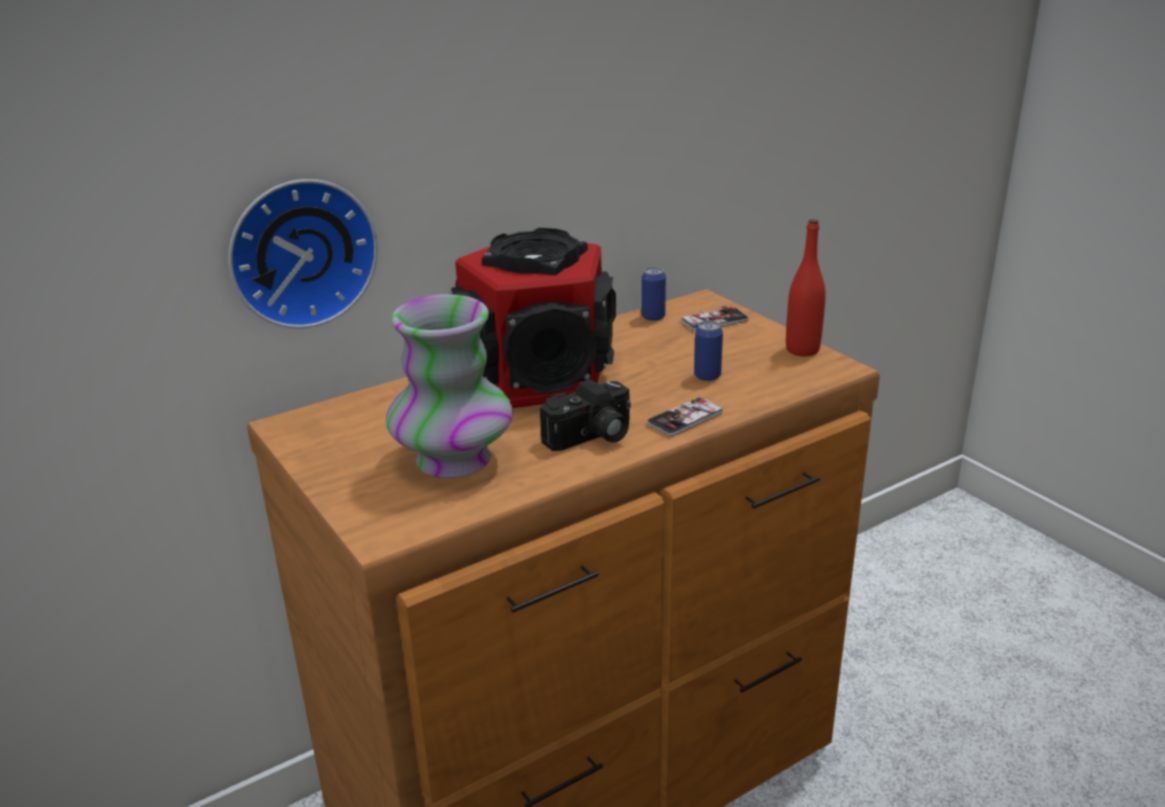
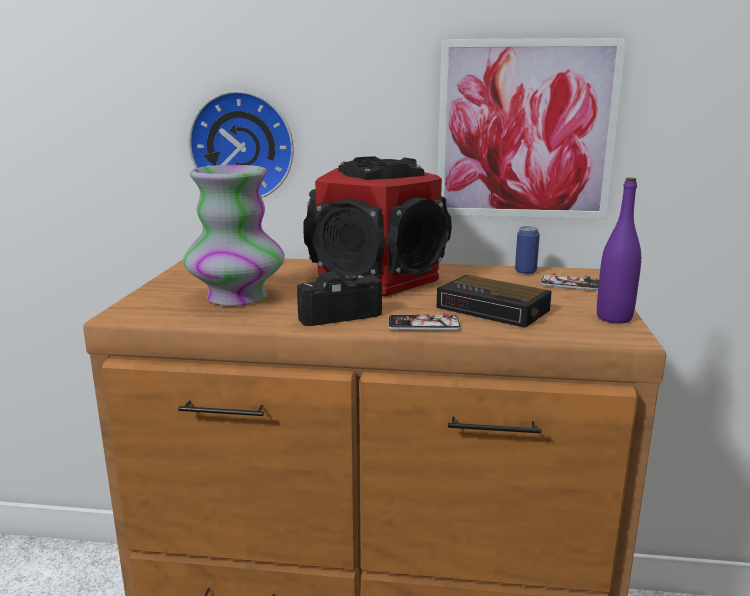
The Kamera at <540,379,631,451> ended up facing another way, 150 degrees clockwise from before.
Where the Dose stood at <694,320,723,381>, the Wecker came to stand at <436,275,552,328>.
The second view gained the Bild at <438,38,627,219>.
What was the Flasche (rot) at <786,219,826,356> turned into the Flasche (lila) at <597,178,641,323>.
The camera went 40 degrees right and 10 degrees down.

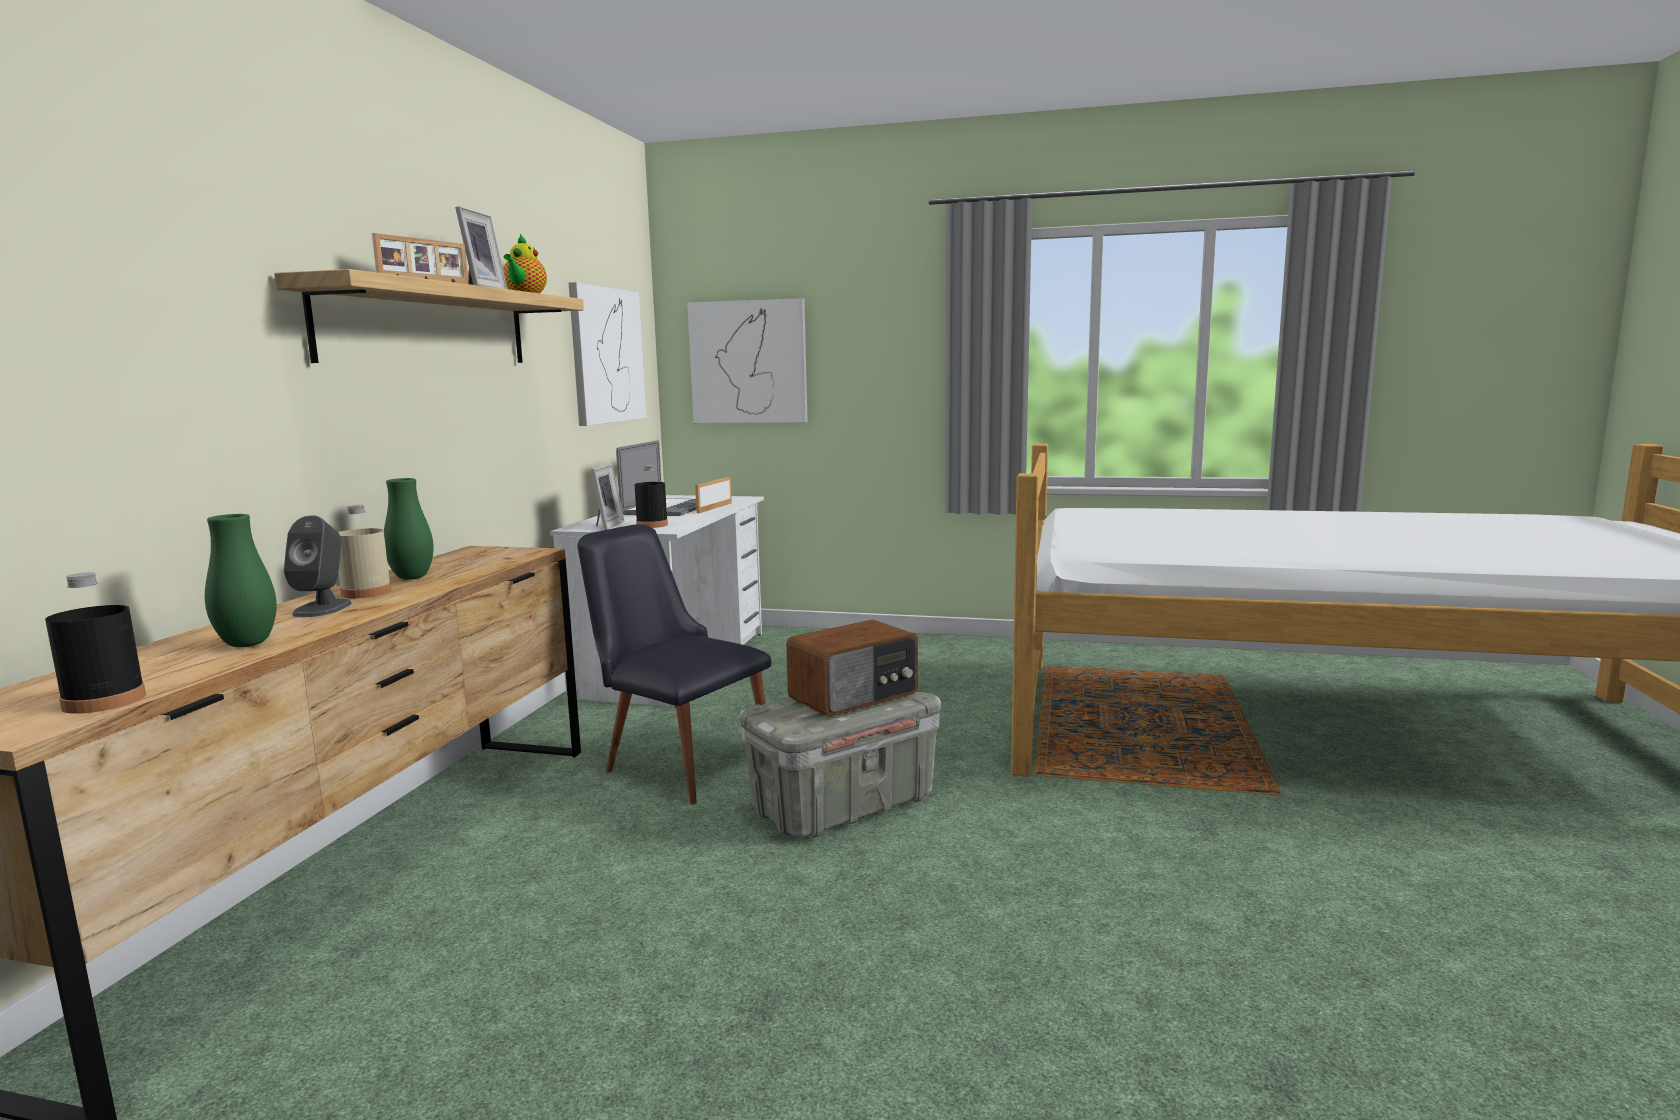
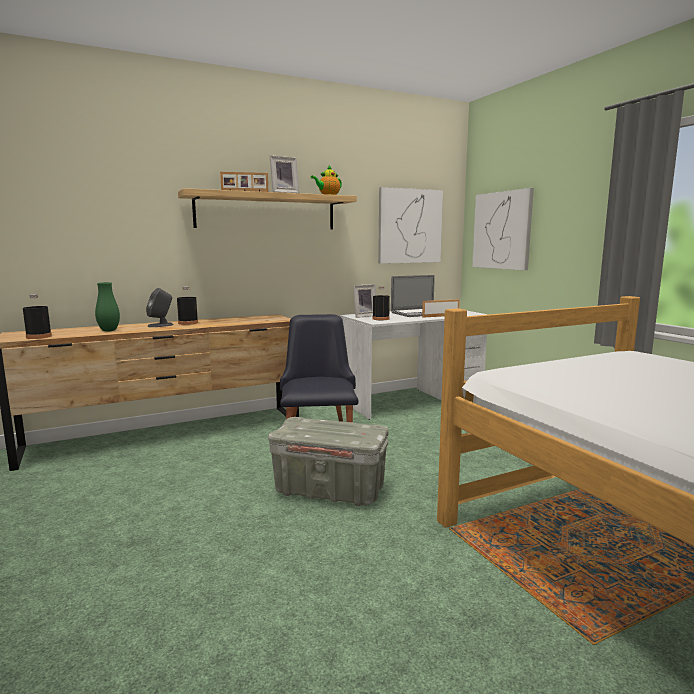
What was the Flasche (beige) at <338,505,392,598> turned into the Flasche (schwarz) at <177,286,198,325>.
The second view lost the Vase (grün) at <384,478,434,580>.
The second view lost the Radio at <786,620,918,717>.
The camera went 50 degrees right and 0 degrees up.

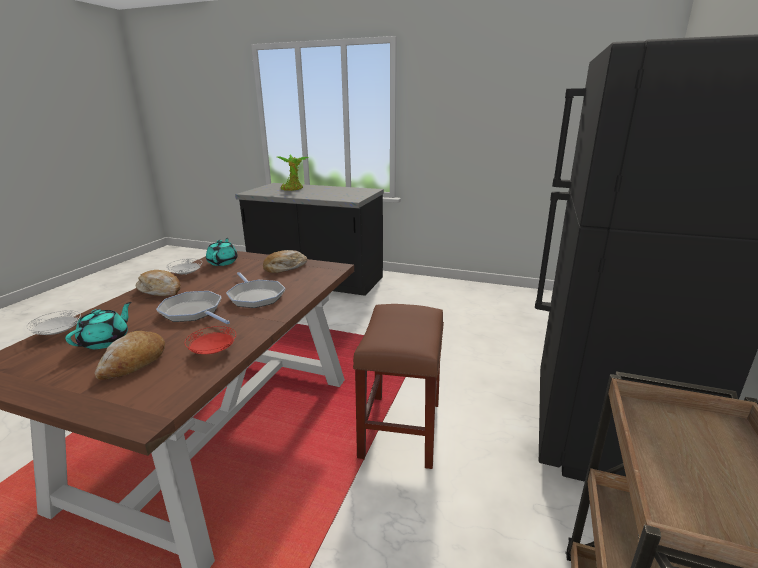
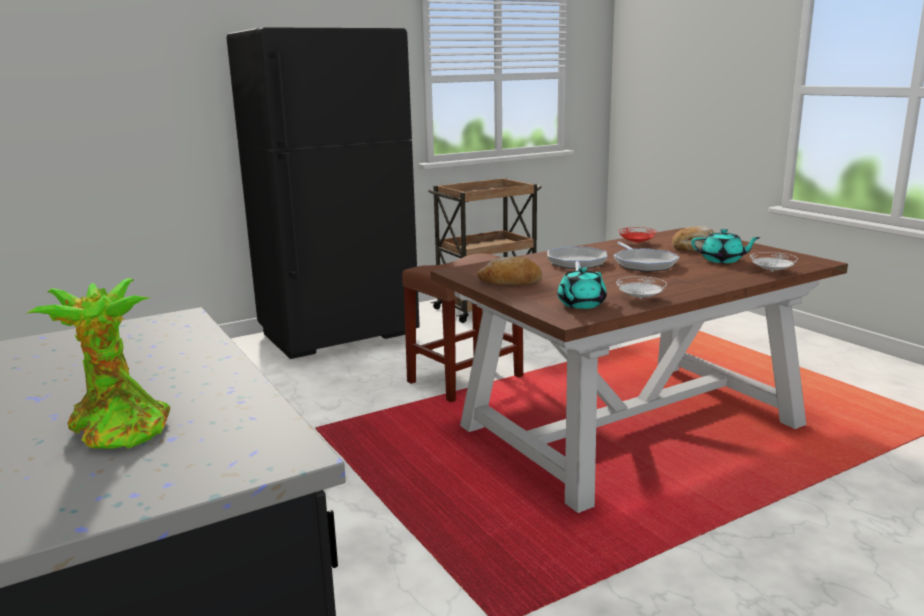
The Teekanne (türkis) at <65,302,131,349> ended up facing another way, 135 degrees counterclockwise from before.
The second view lost the Brot at <136,270,181,296>.
The camera went 140 degrees left and 5 degrees down.

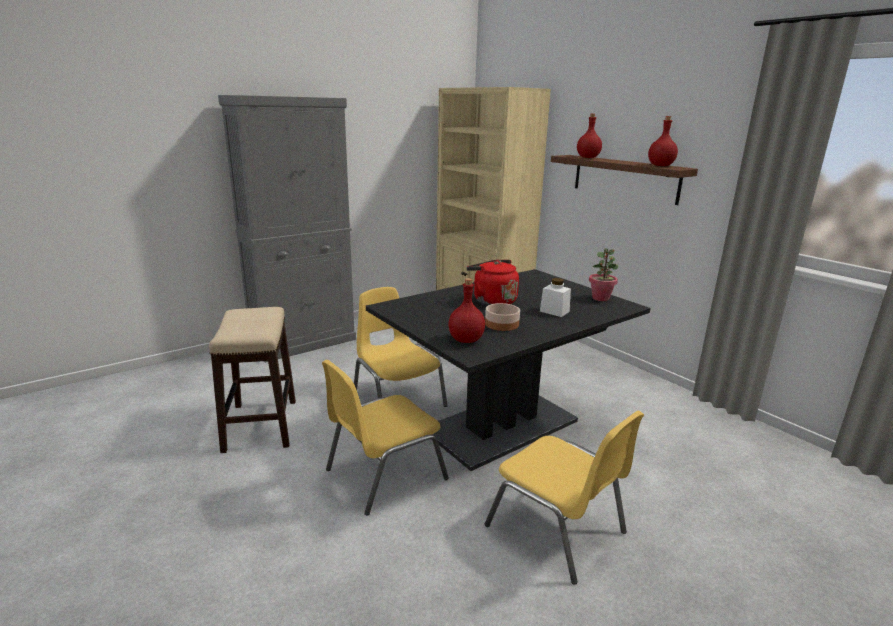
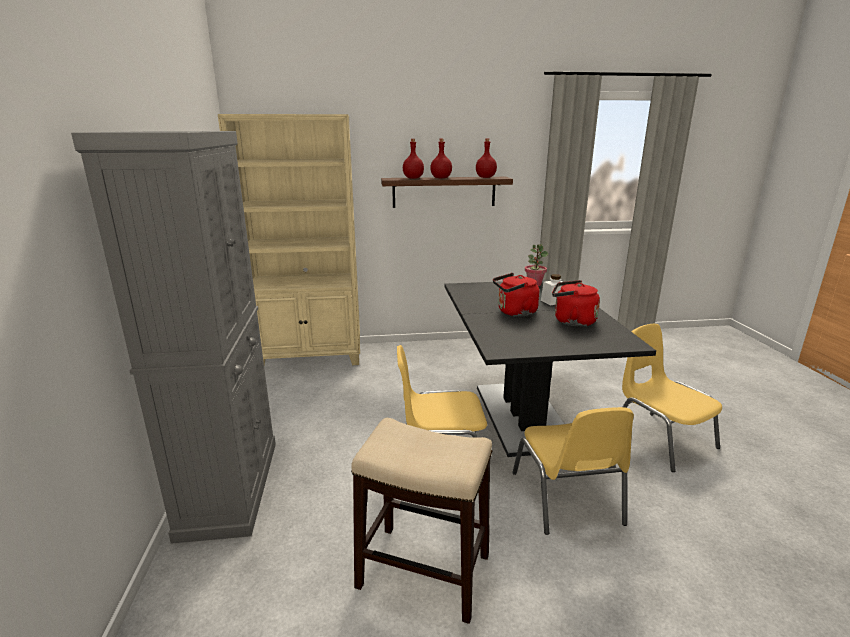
The Flasche (rot) ended up elsewhere, having gone from <448,278,485,343> to <430,139,452,178>.
Where the Schüssel stood at <485,303,520,331>, the Wasserkessel (rot) came to stand at <552,280,600,327>.
The Stuhl (gelb) at <485,411,644,585> ended up facing another way, 105 degrees counterclockwise from before.
The camera went 60 degrees left and 0 degrees up.

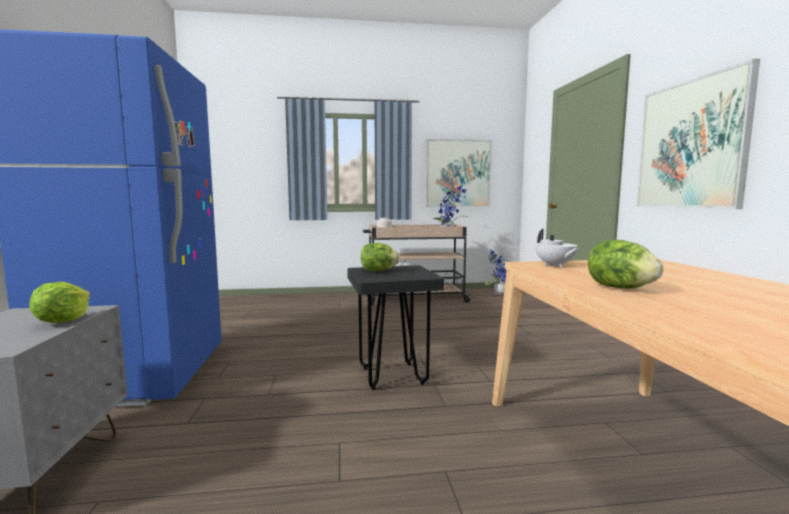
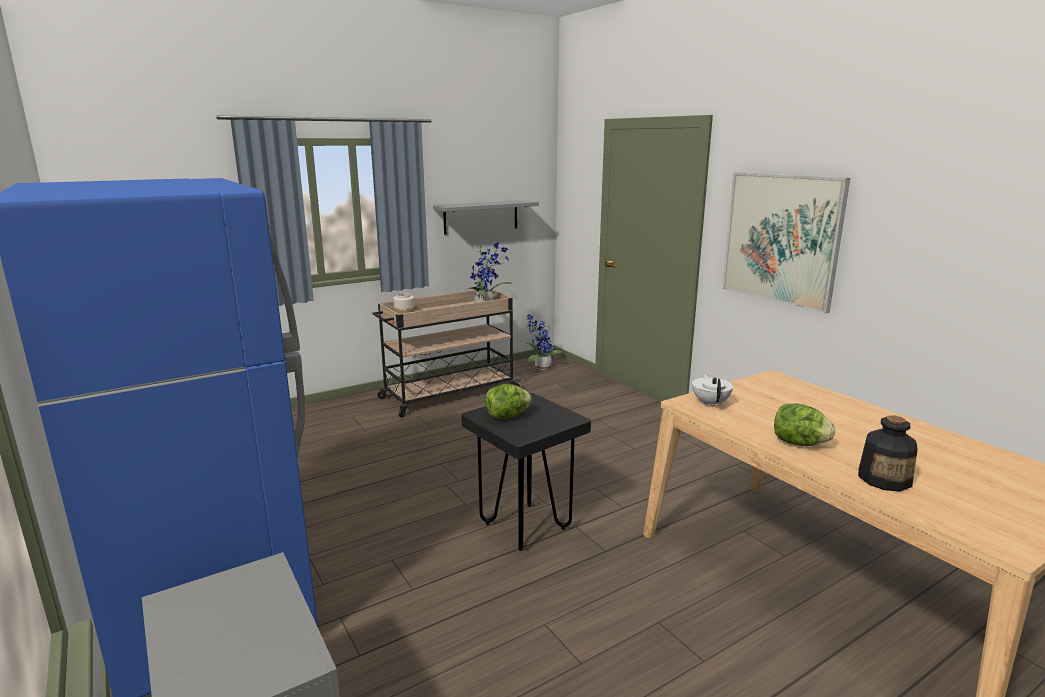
Where the Bild hung at <425,139,492,207>, the Wandregal (grau) came to hang at <433,200,539,235>.
The Teekanne (weiß) at <535,229,579,267> ended up facing another way, 135 degrees counterclockwise from before.
The second view gained the Flasche at <858,415,918,491>.
The second view lost the Salatkopf at <29,282,90,323>.
The camera went 25 degrees left and 10 degrees up.

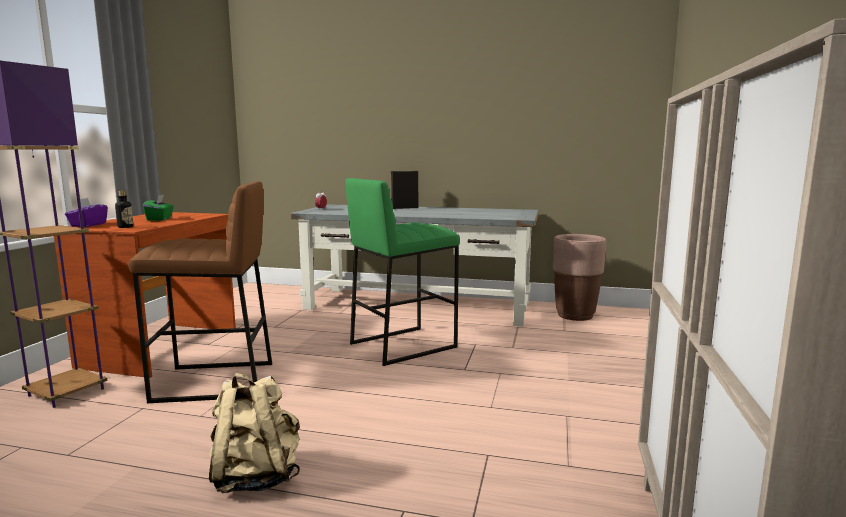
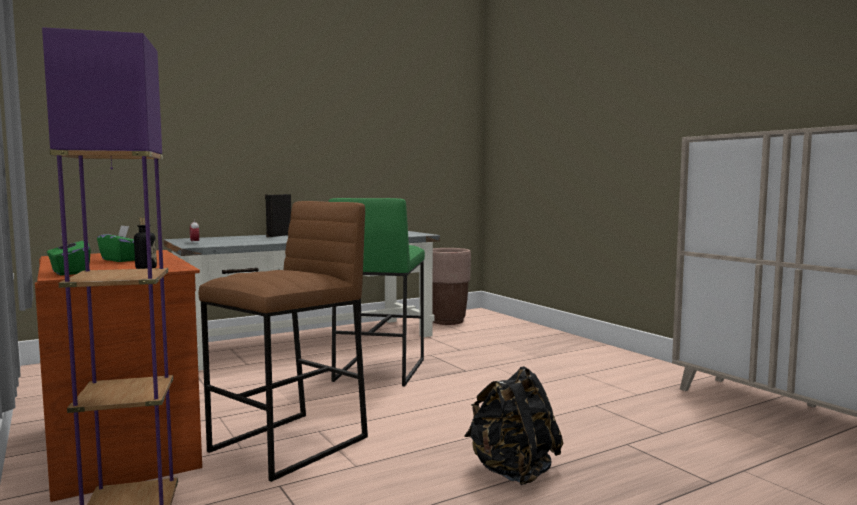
What was the Taschentuchbox (lila) at <65,198,108,227> turned into the Taschentuchbox (grün) at <47,234,91,275>.
What was the Rucksack (beige) at <209,373,300,493> turned into the Rucksack (schwarz) at <464,366,563,485>.
The camera went 45 degrees left and 5 degrees down.

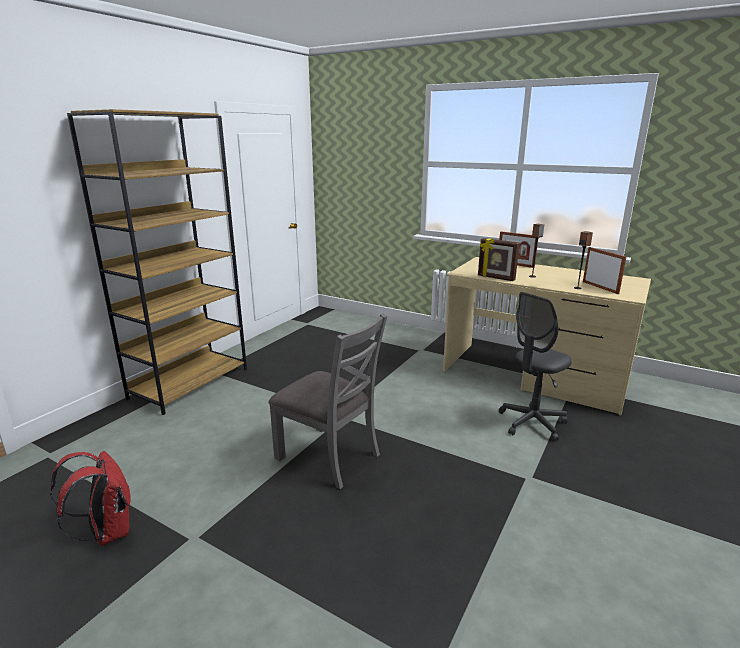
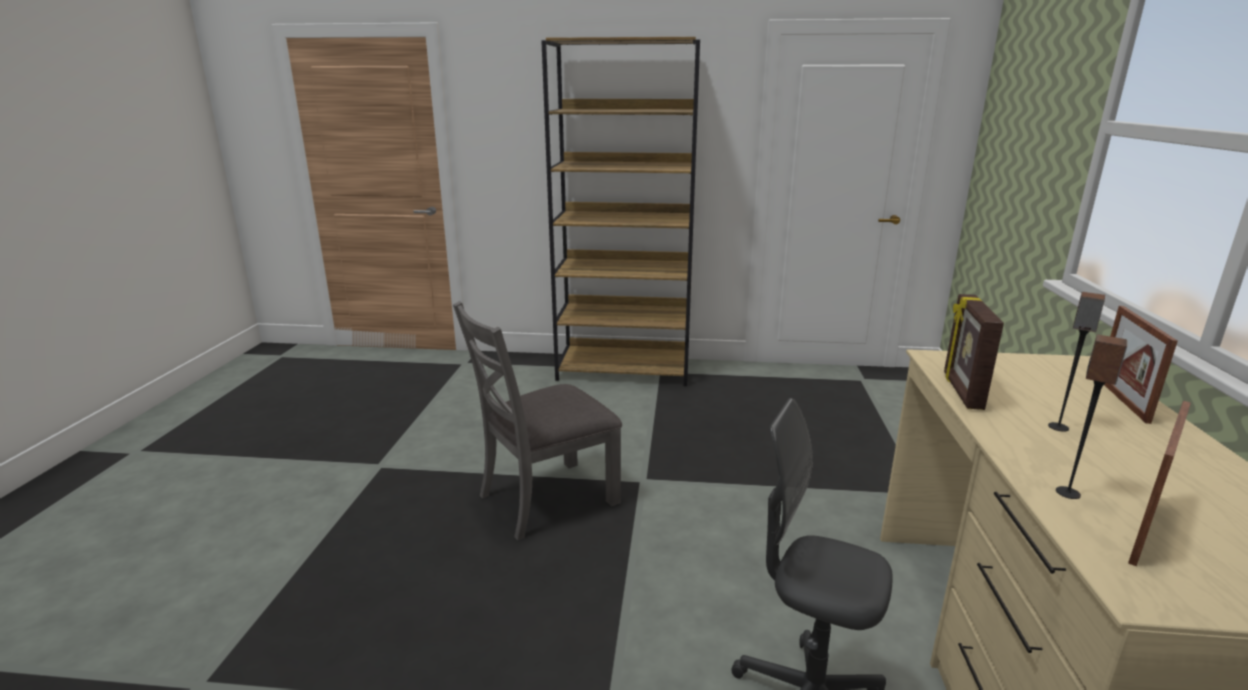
The Stuhl (grau) at <269,313,387,489> ended up facing another way, 45 degrees clockwise from before.
The second view lost the Rucksack (rot) at <50,451,131,546>.
The camera went 65 degrees right and 0 degrees up.

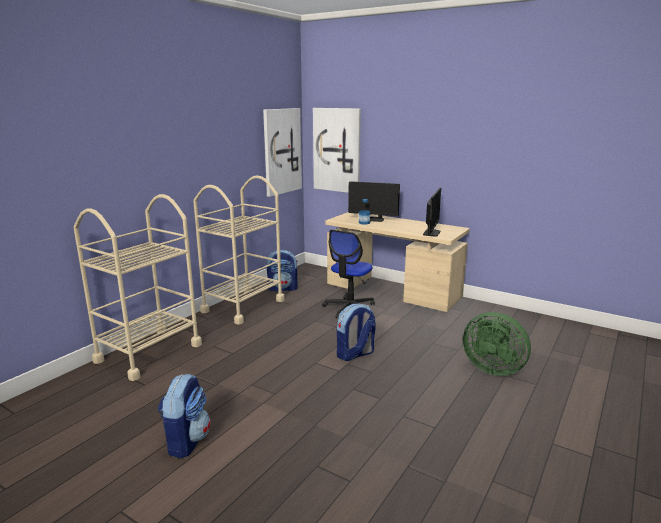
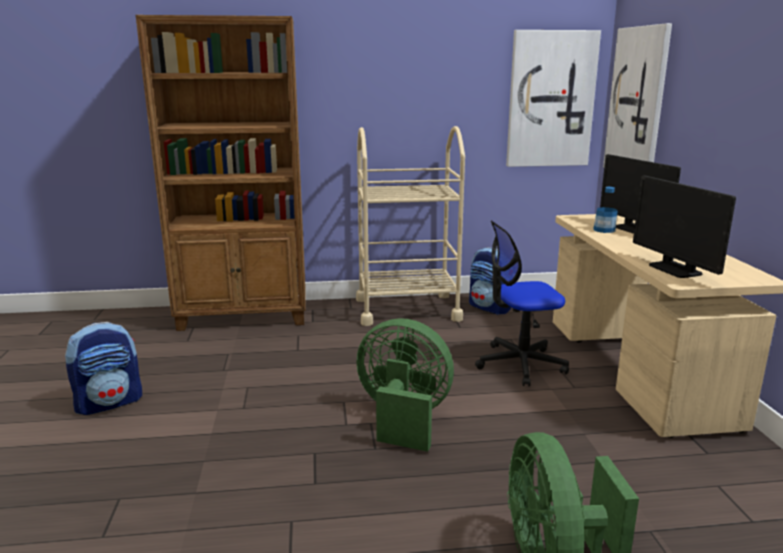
Where the Rollwagen (beige) stood at <74,194,202,381>, the Bücherregal (braun) came to stand at <136,15,306,331>.
Where the Rucksack stood at <337,304,376,361>, the Ventilator (grün) came to stand at <356,318,454,452>.
The Monitor at <423,188,441,237> ended up facing another way, 90 degrees clockwise from before.
The camera went 50 degrees right and 0 degrees up.

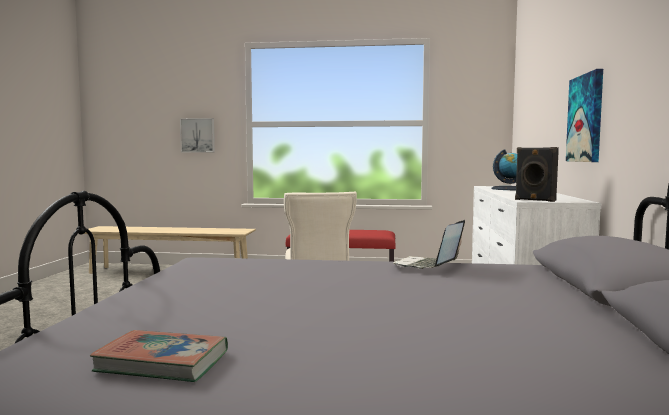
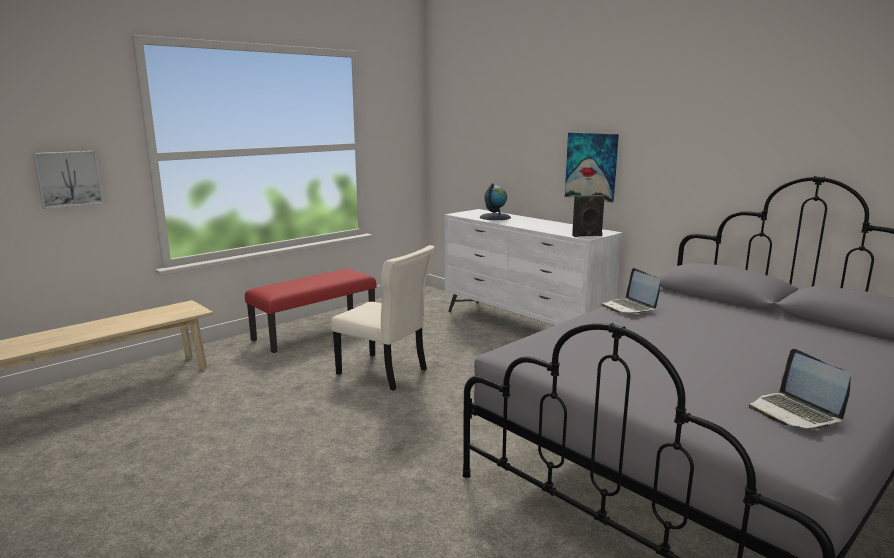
Where the Buch stood at <90,330,228,382>, the Laptop came to stand at <749,349,851,431>.
The camera went 50 degrees left and 10 degrees up.

